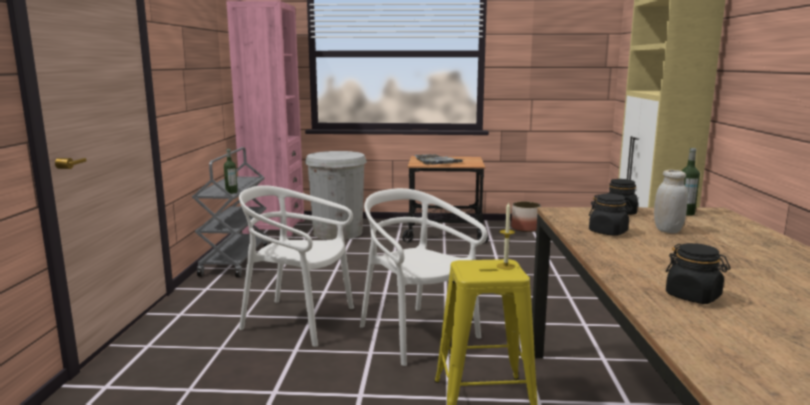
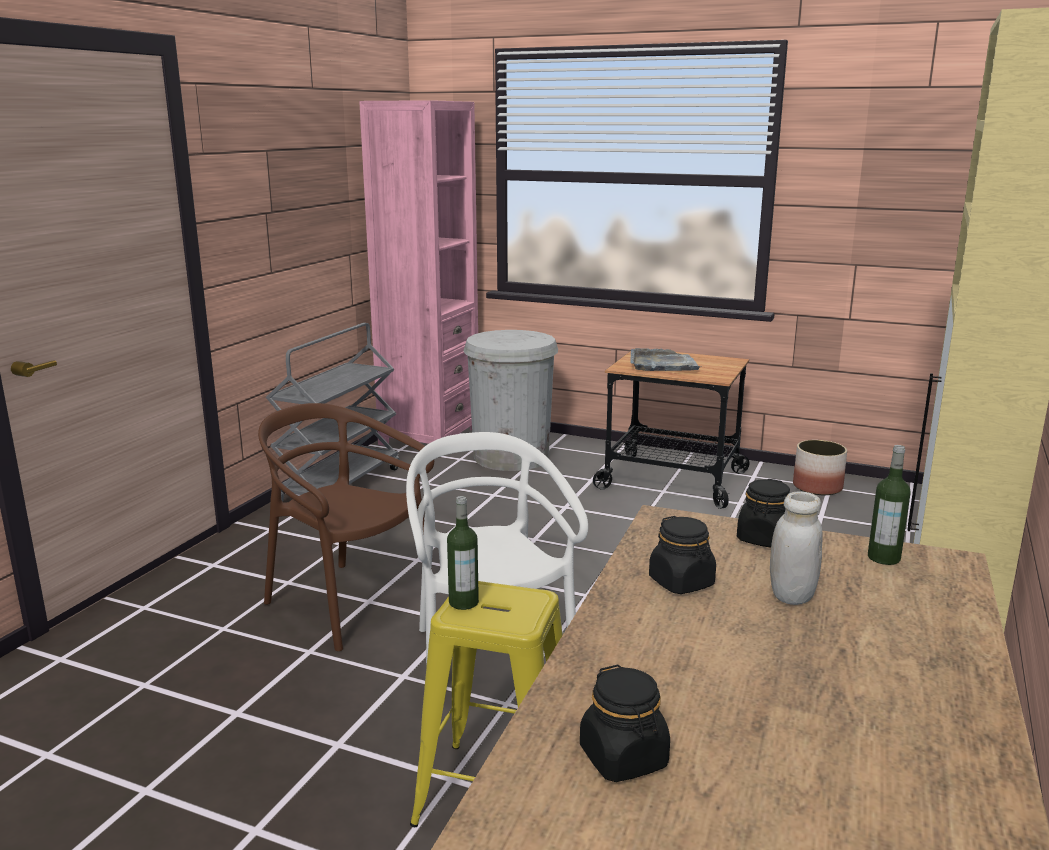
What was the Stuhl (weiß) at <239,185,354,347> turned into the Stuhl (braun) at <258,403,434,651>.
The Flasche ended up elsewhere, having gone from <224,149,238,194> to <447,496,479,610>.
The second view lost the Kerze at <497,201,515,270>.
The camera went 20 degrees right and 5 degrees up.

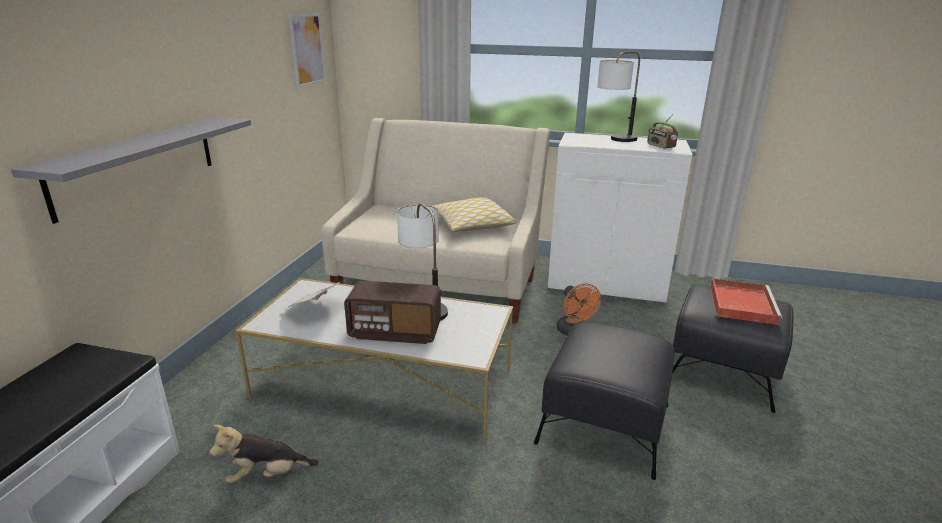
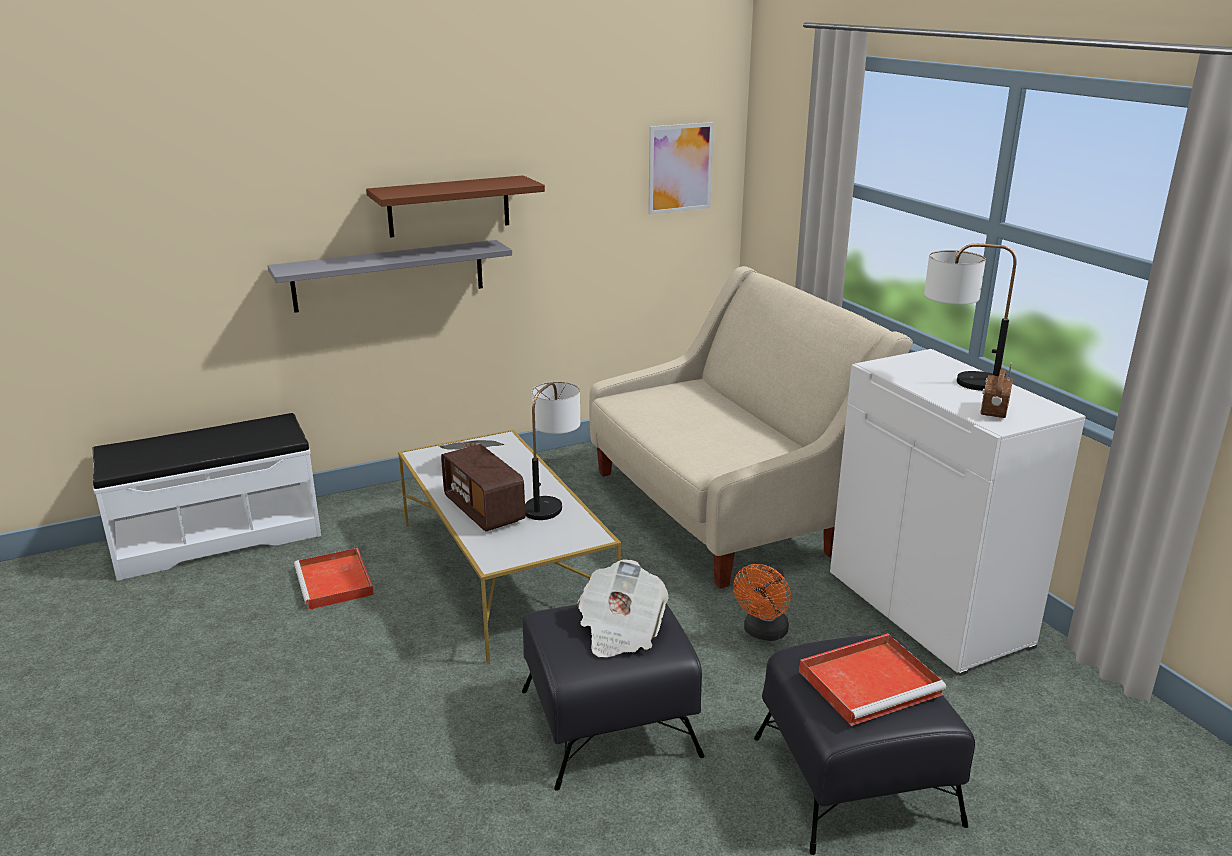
Where the Plüschtier stood at <210,425,319,483>, the Tablett (rot) came to stand at <294,548,374,610>.
The second view gained the Wandregal (braun) at <366,175,545,238>.
The second view gained the Zeitung at <578,559,669,657>.
The second view lost the Kissen at <433,197,517,232>.
The camera went 50 degrees right and 0 degrees up.

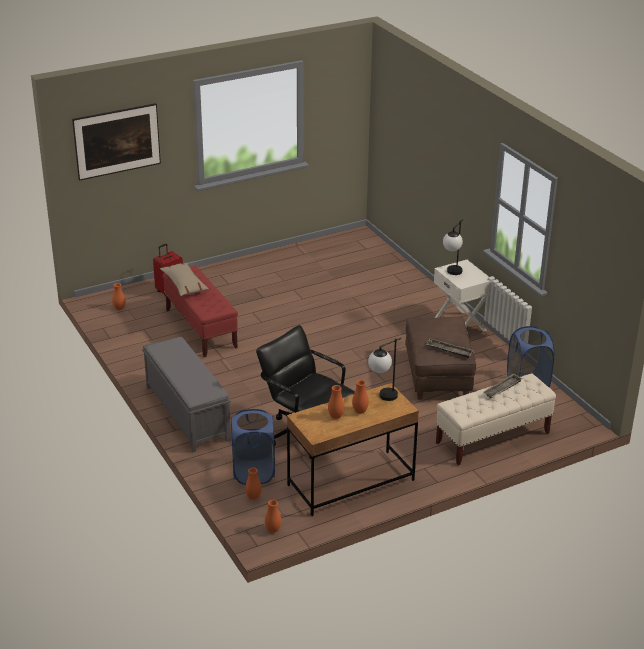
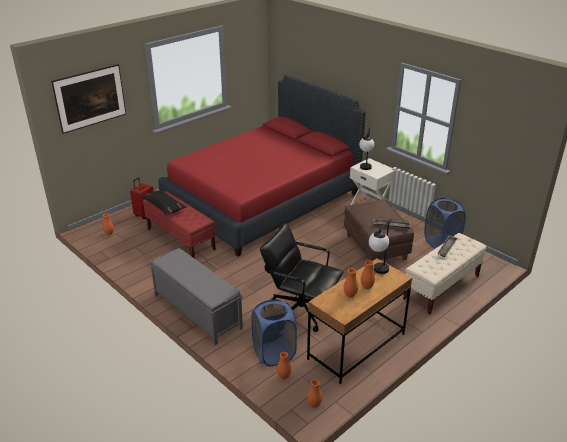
What was the Kissen (beige) at <160,263,209,296> turned into the Kissen (schwarz) at <141,189,187,216>.
The second view gained the Bett (rot) at <158,74,366,257>.
The camera went 15 degrees left and 0 degrees up.

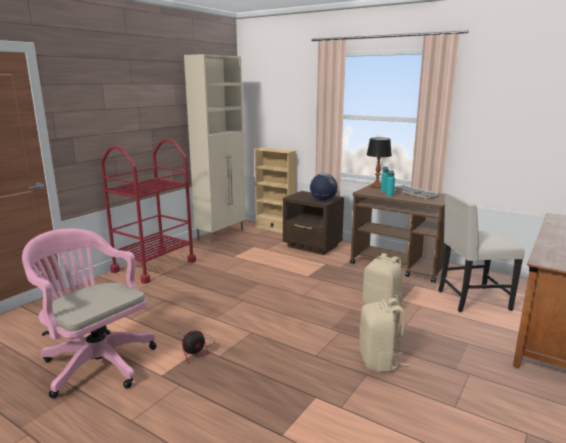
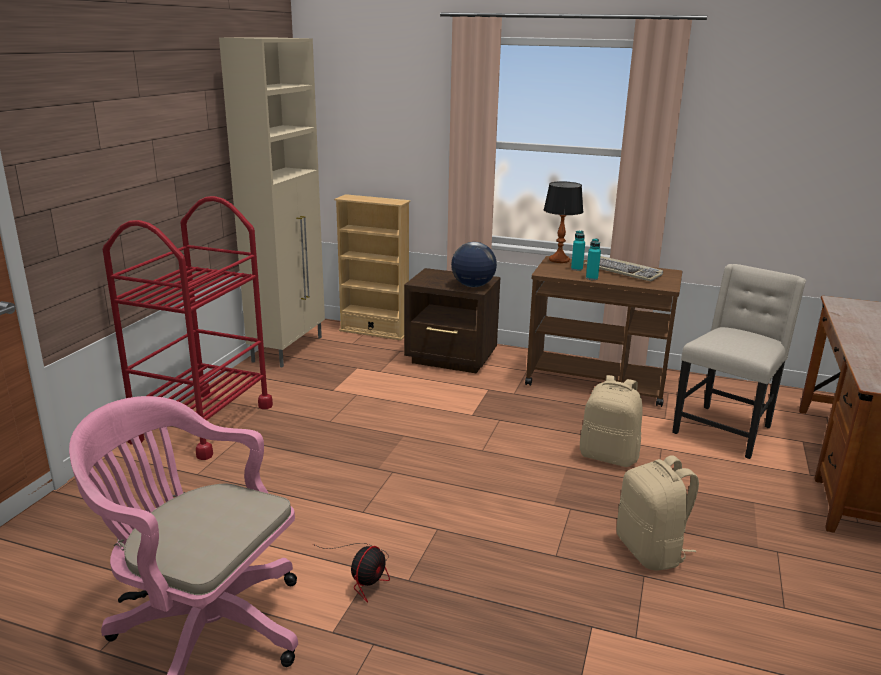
The Stuhl (beige) at <438,192,525,312> ended up facing another way, 150 degrees clockwise from before.
The camera went 15 degrees left and 5 degrees up.

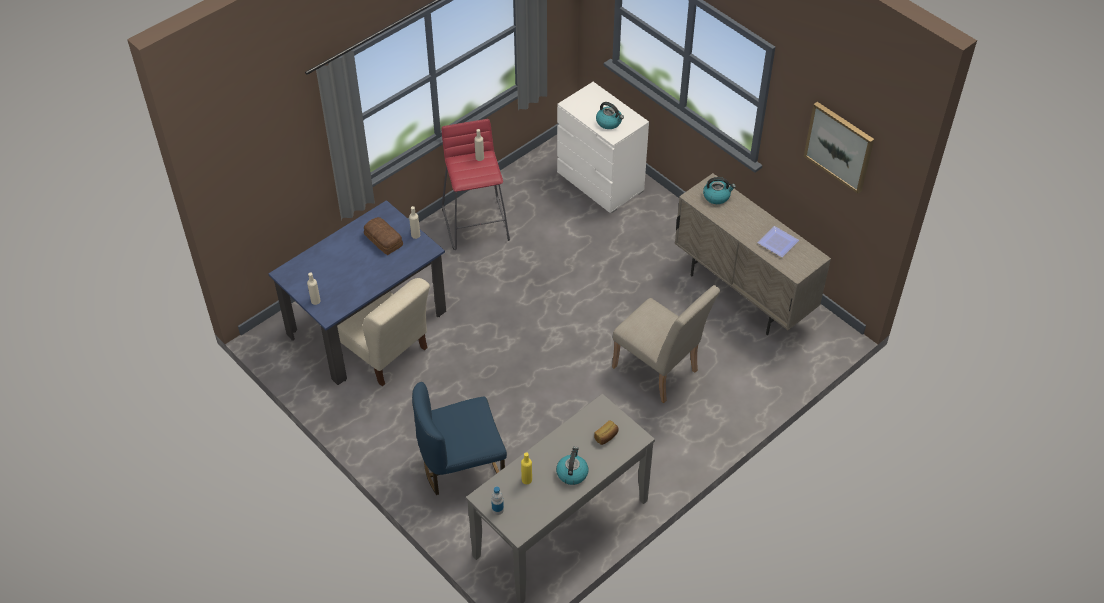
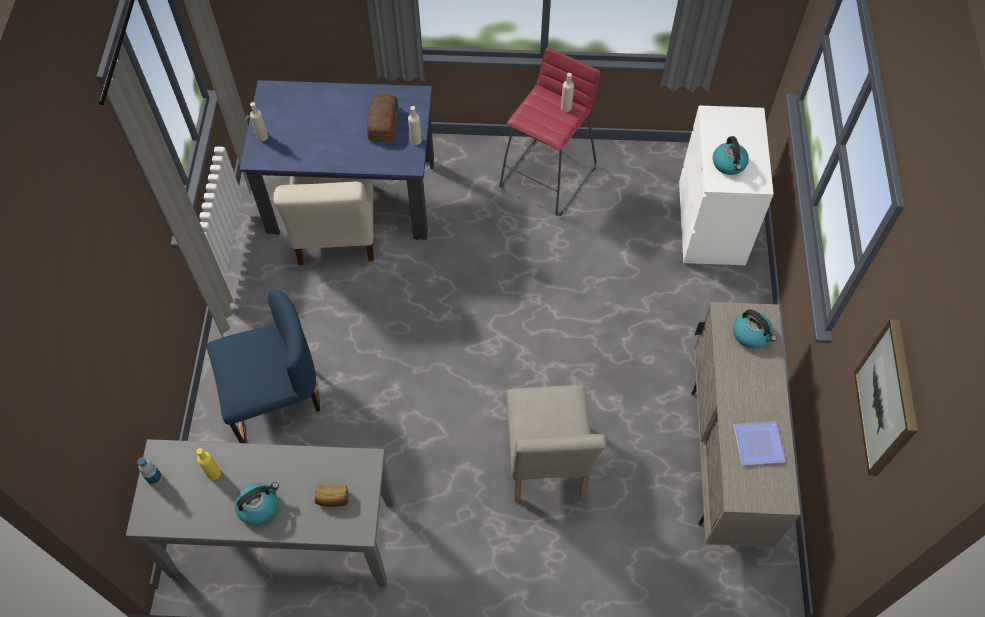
The Stuhl (blau) at <412,382,507,495> ended up facing another way, 135 degrees clockwise from before.
The camera went 45 degrees right and 10 degrees up.

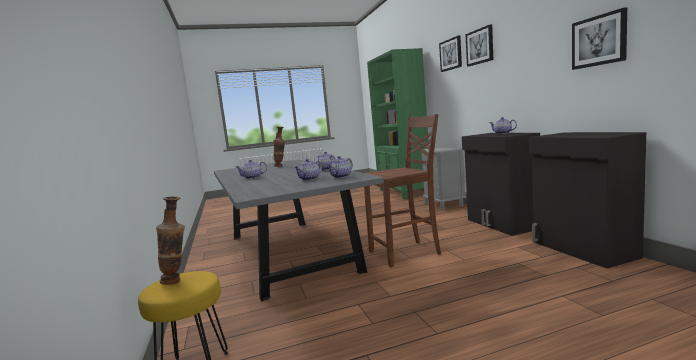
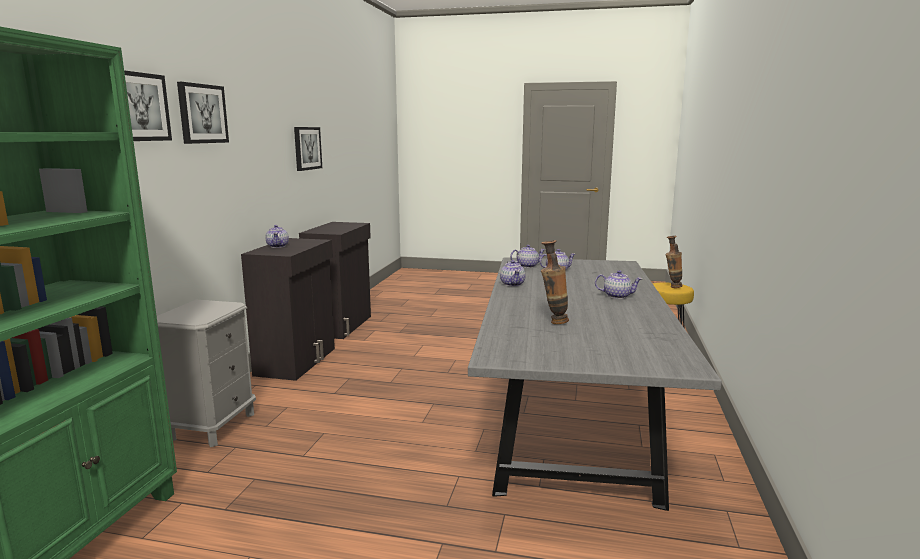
The second view lost the Stuhl (braun) at <364,114,441,268>.
The camera went 150 degrees left and 5 degrees up.

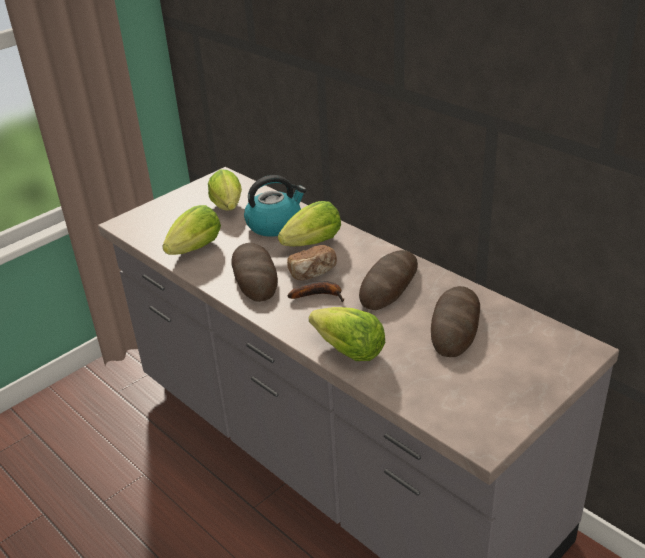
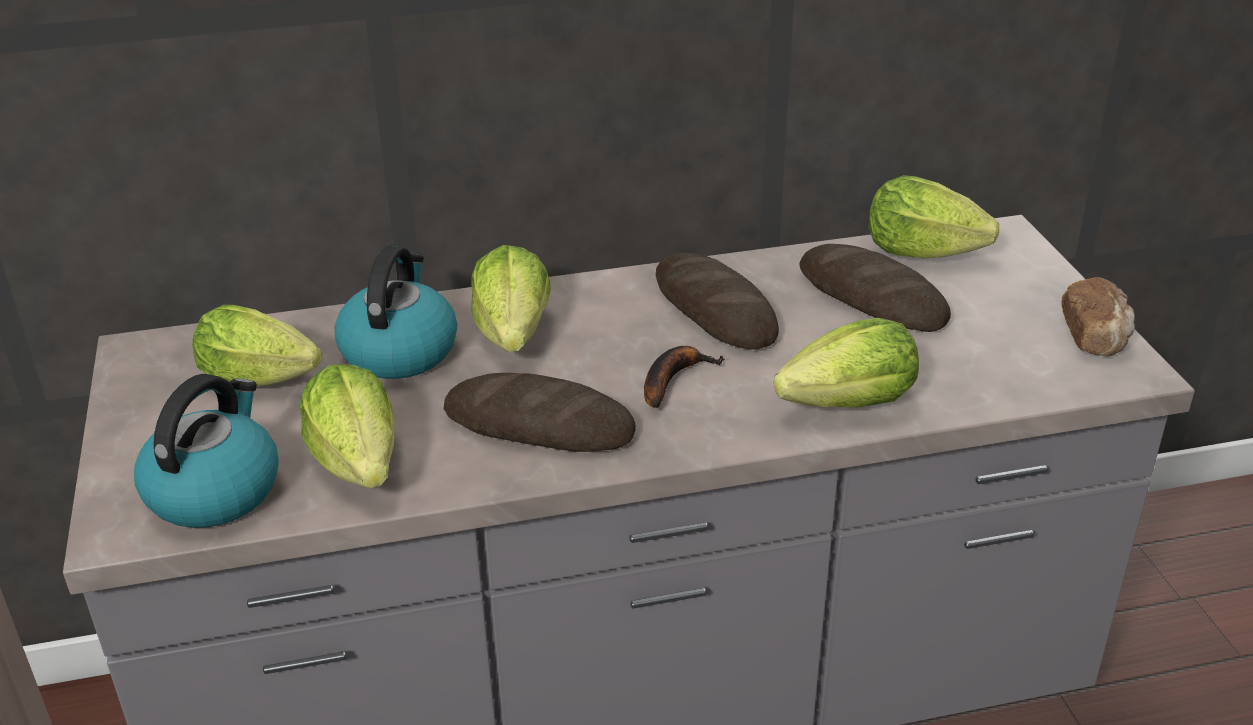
The second view gained the Wasserkessel at <134,374,279,528>.
The second view gained the Salatkopf at <869,175,999,258>.
The Brot ended up elsewhere, having gone from <287,245,337,281> to <1061,277,1135,357>.
The camera went 60 degrees left and 0 degrees up.

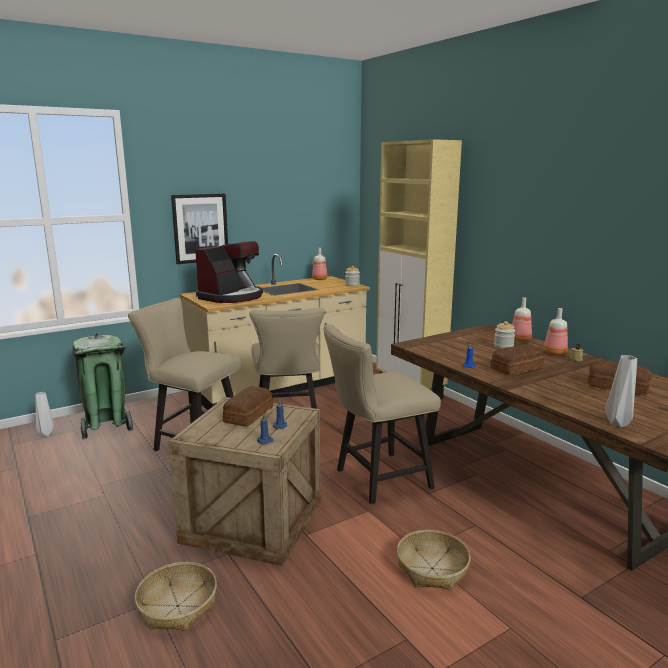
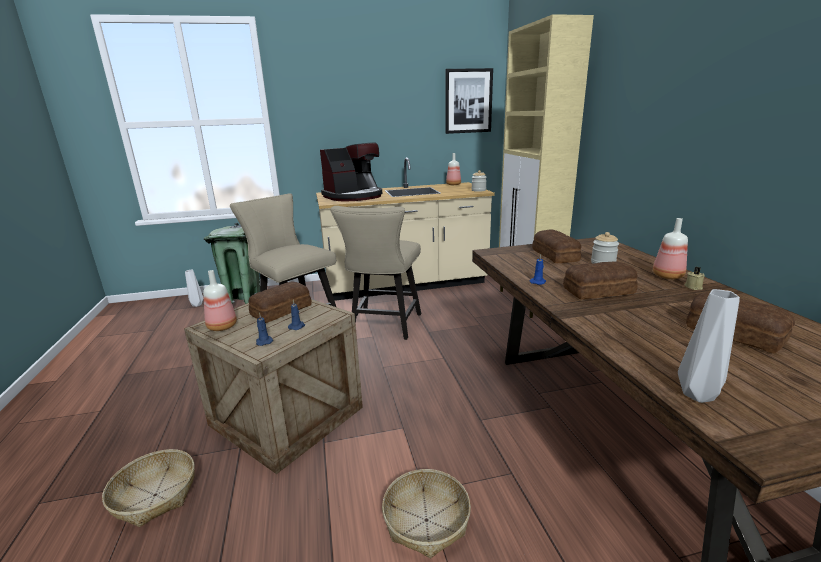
The Flasche ended up elsewhere, having gone from <512,298,532,341> to <203,270,237,331>.
The Bild ended up elsewhere, having gone from <171,194,228,264> to <445,68,493,134>.
The second view gained the Brot at <532,229,581,263>.
The second view lost the Stuhl (beige) at <323,324,441,504>.
The camera went 20 degrees right and 5 degrees up.

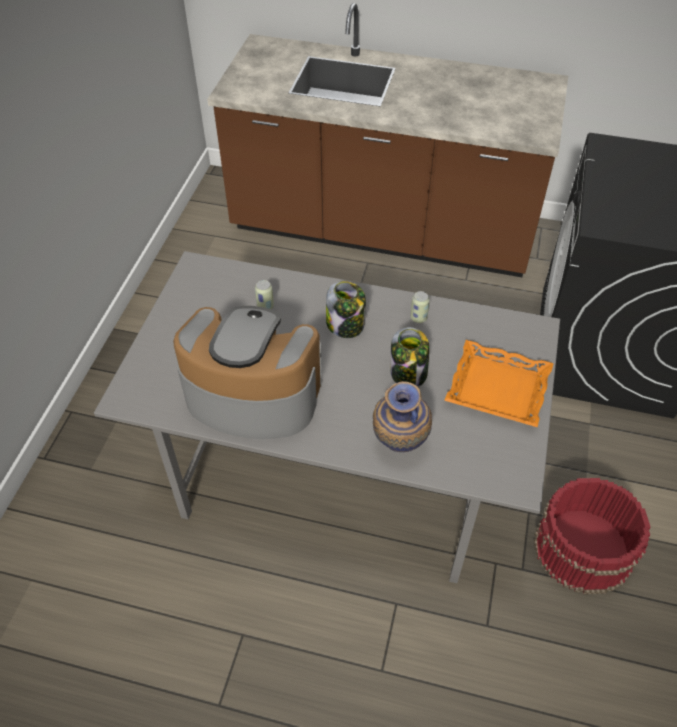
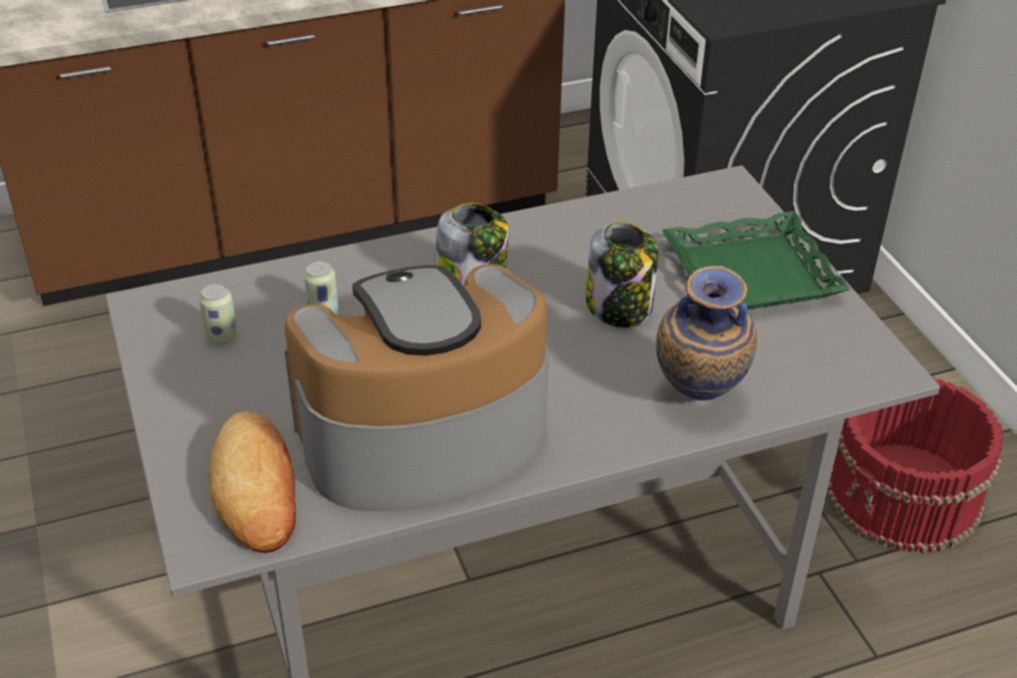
The Dose ended up elsewhere, having gone from <410,291,430,323> to <199,284,238,345>.
The second view gained the Brot at <209,411,296,553>.
What was the Tablett (orange) at <444,340,554,427> turned into the Tablett (grün) at <662,211,851,310>.
The camera went 35 degrees left and 10 degrees down.

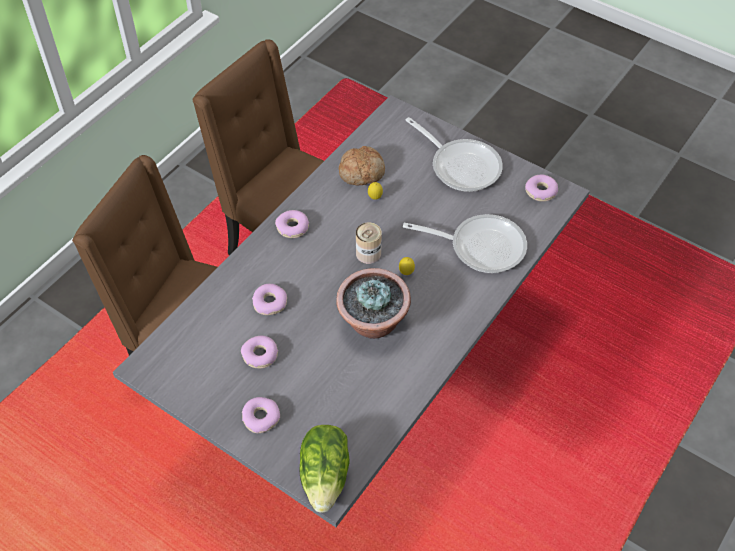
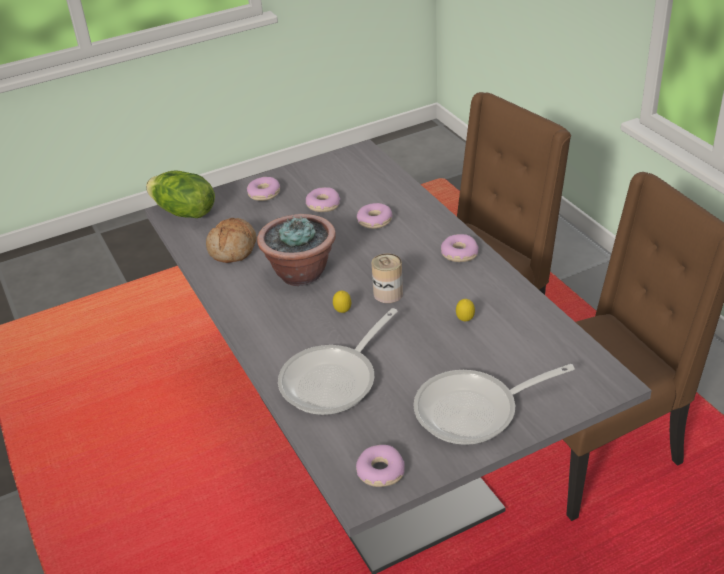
The Brot ended up elsewhere, having gone from <339,146,385,185> to <206,218,257,263>.
The camera went 120 degrees right and 15 degrees down.

